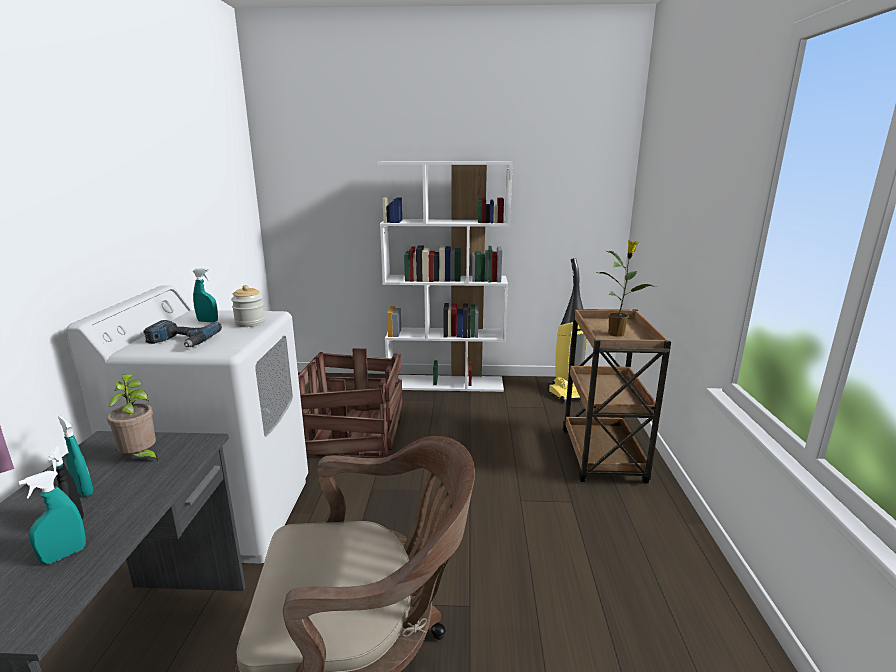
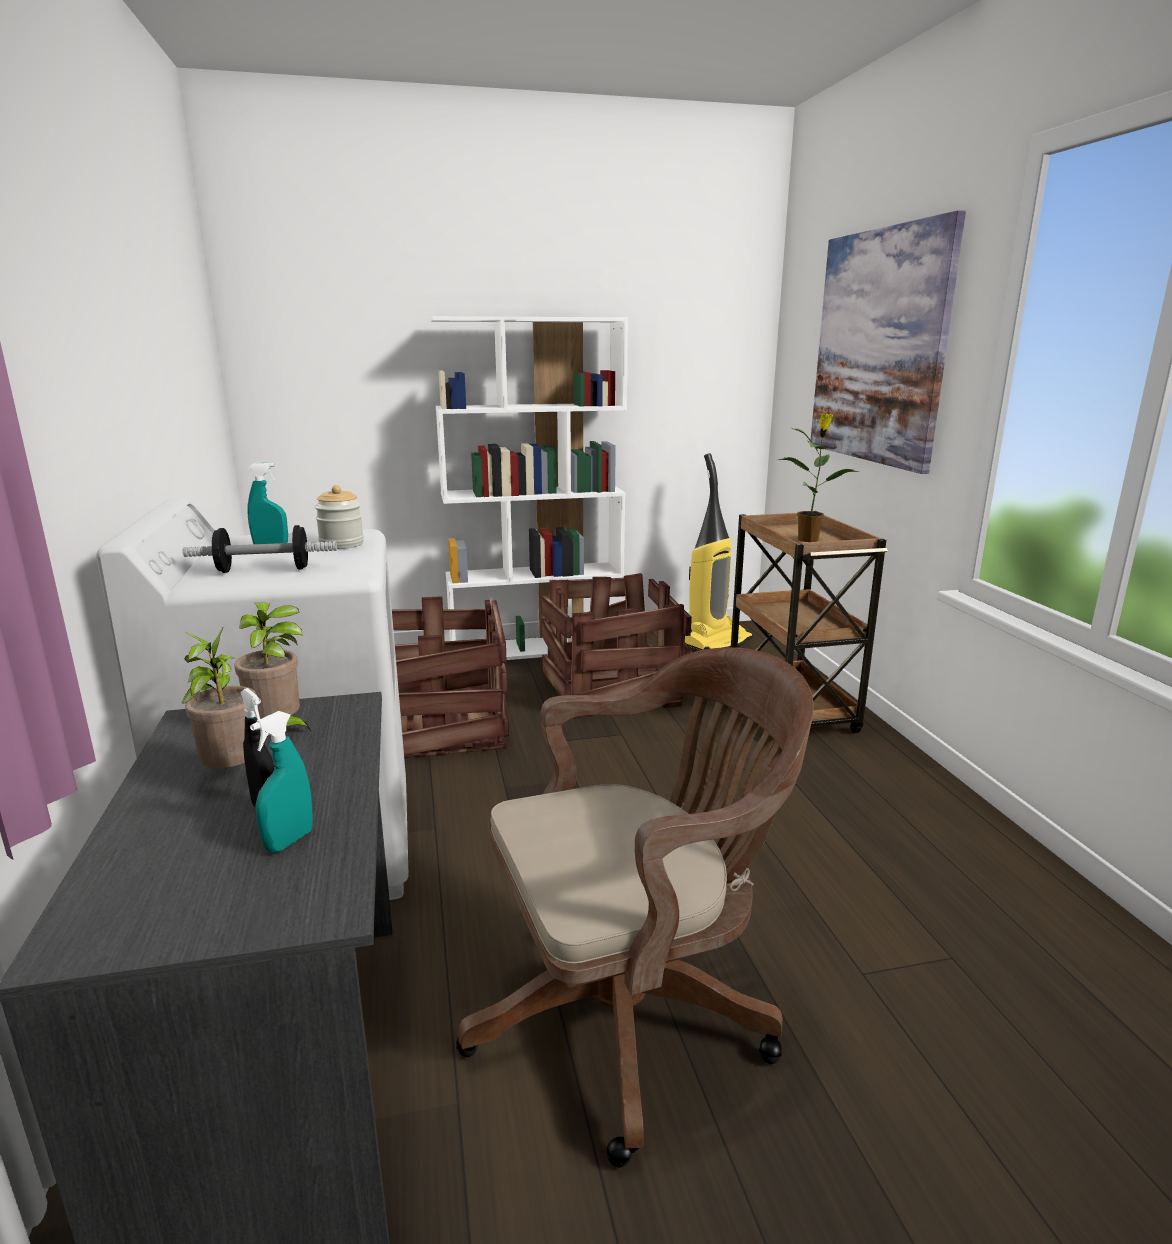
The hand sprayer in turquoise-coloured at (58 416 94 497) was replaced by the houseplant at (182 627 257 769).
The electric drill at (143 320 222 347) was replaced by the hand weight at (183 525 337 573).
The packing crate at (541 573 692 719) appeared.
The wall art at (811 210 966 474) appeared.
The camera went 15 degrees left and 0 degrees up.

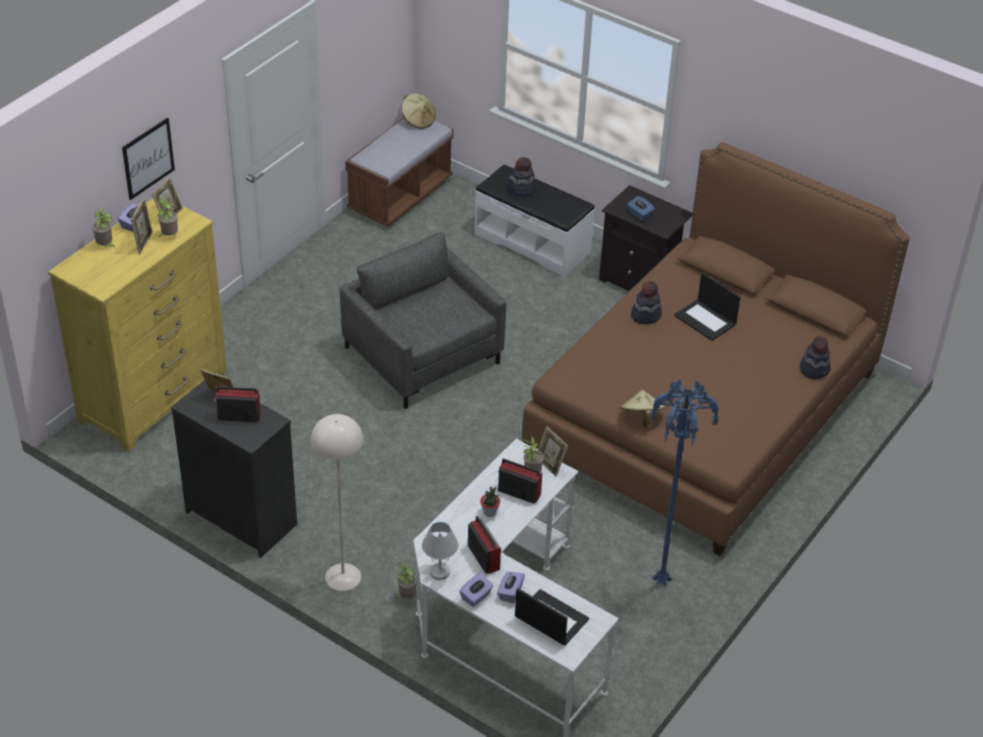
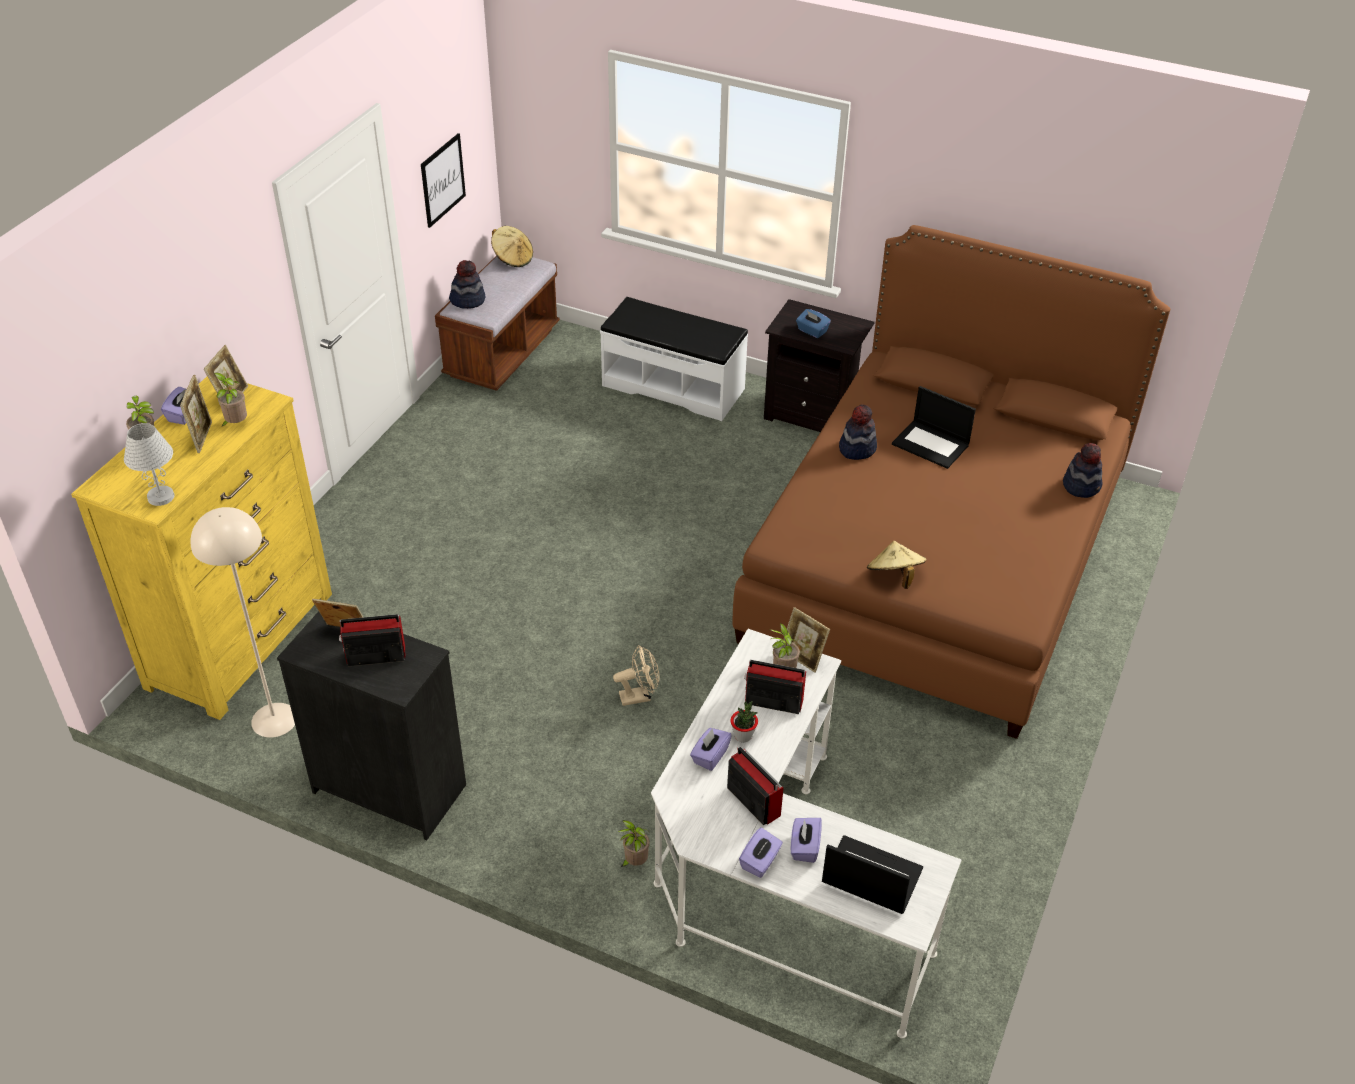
The wall art moved from (122 118 175 200) to (421 133 466 228).
The standing lamp in beige-coloured moved from (310 414 363 591) to (190 507 295 738).
The armchair in greyish at (339 232 506 409) disappeared.
The table lamp in whitish moved from (422 522 458 580) to (124 423 175 506).
The hat moved from (506 157 536 196) to (449 260 485 309).
The standing lamp in blue-coloured at (649 379 720 586) disappeared.
The cooling fan in beige-coloured at (613 645 660 706) appeared.
The box of tissues in purple-coloured at (690 728 732 771) appeared.
The camera went 10 degrees left and 0 degrees up.

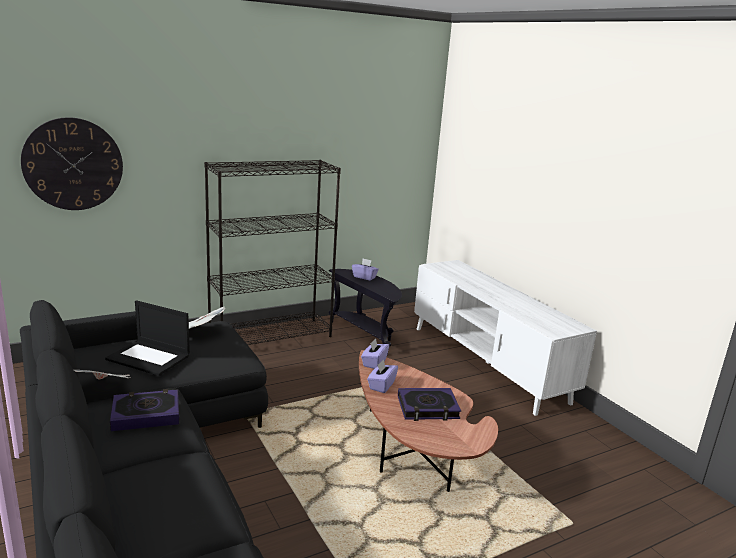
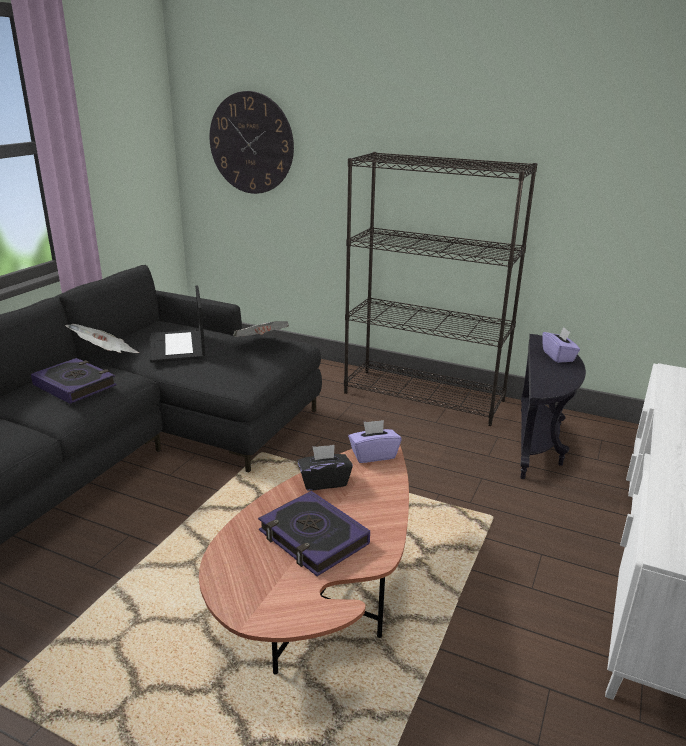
The box of tissues in purple-coloured at (367 359 398 393) became the box of tissues in black-coloured at (297 445 353 491).
The camera went 55 degrees right and 5 degrees up.

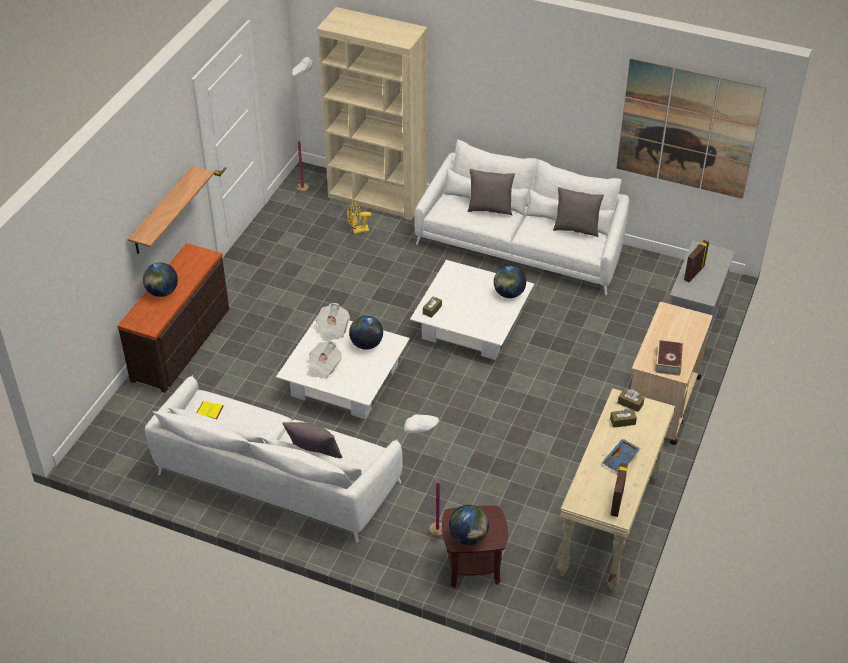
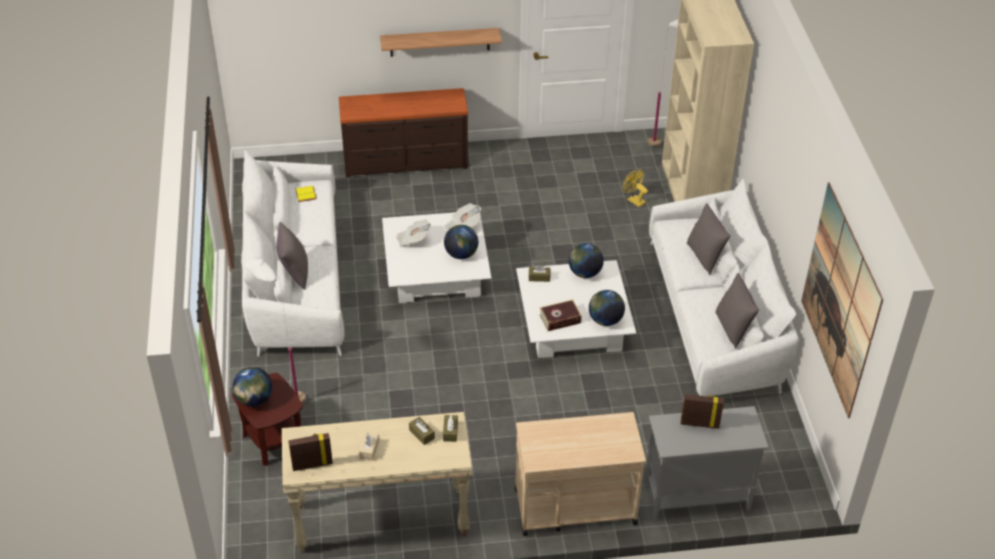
The world globe moved from (143 263 178 297) to (569 243 604 278).
The serving tray in blue-coloured at (602 438 640 472) was replaced by the box of tissues in beige-coloured at (359 432 379 461).
The book moved from (655 339 683 376) to (540 299 582 331).
The camera went 60 degrees right and 0 degrees up.

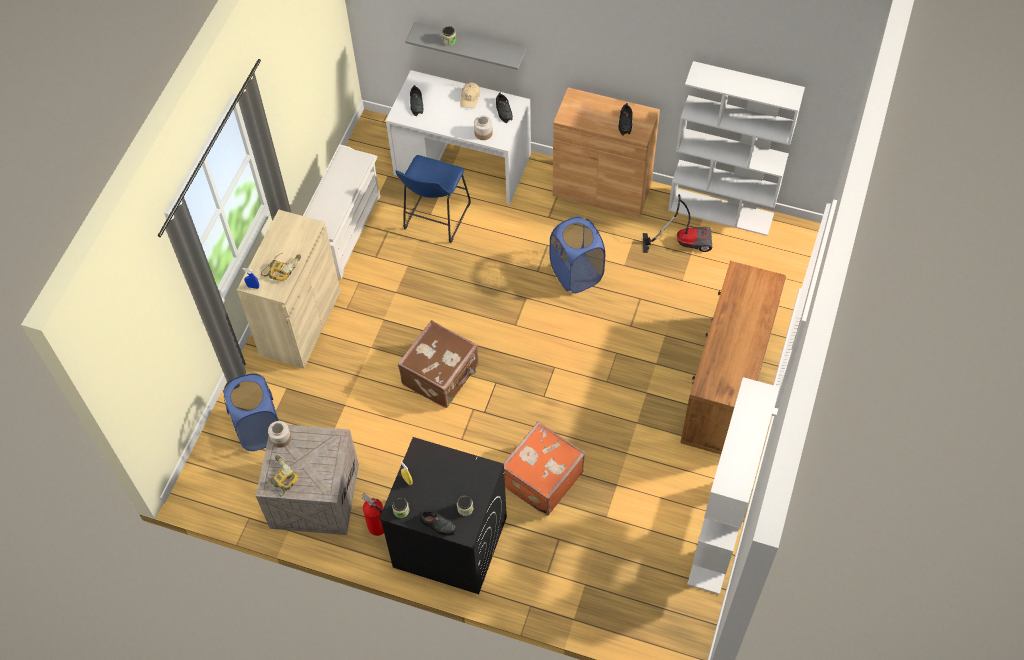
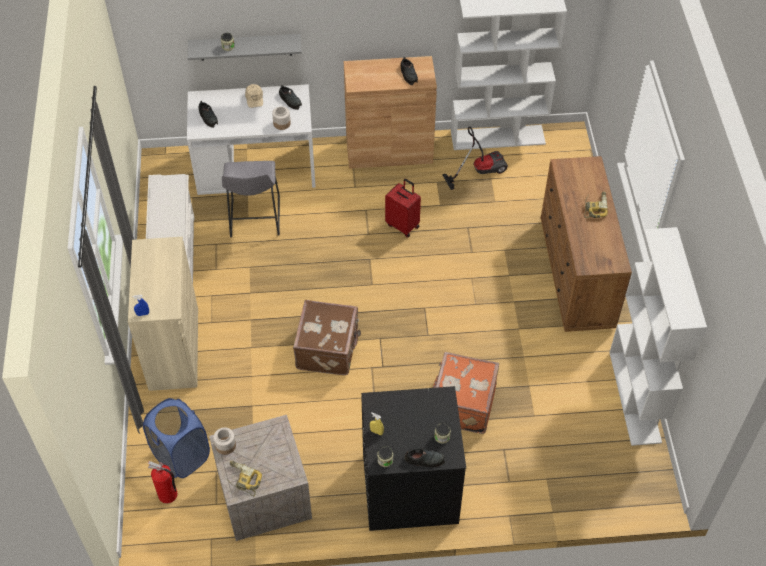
The electric drill moved from (261 253 301 281) to (584 191 608 218).
The extinguisher moved from (362 493 384 536) to (148 461 178 503).
The stool in blue-coloured at (395 155 471 243) became the stool in greyish at (222 161 280 237).
The washing basket in blue-coloured at (550 216 605 293) was replaced by the piece of luggage in reddish at (385 179 421 238).
The camera went 25 degrees left and 5 degrees down.

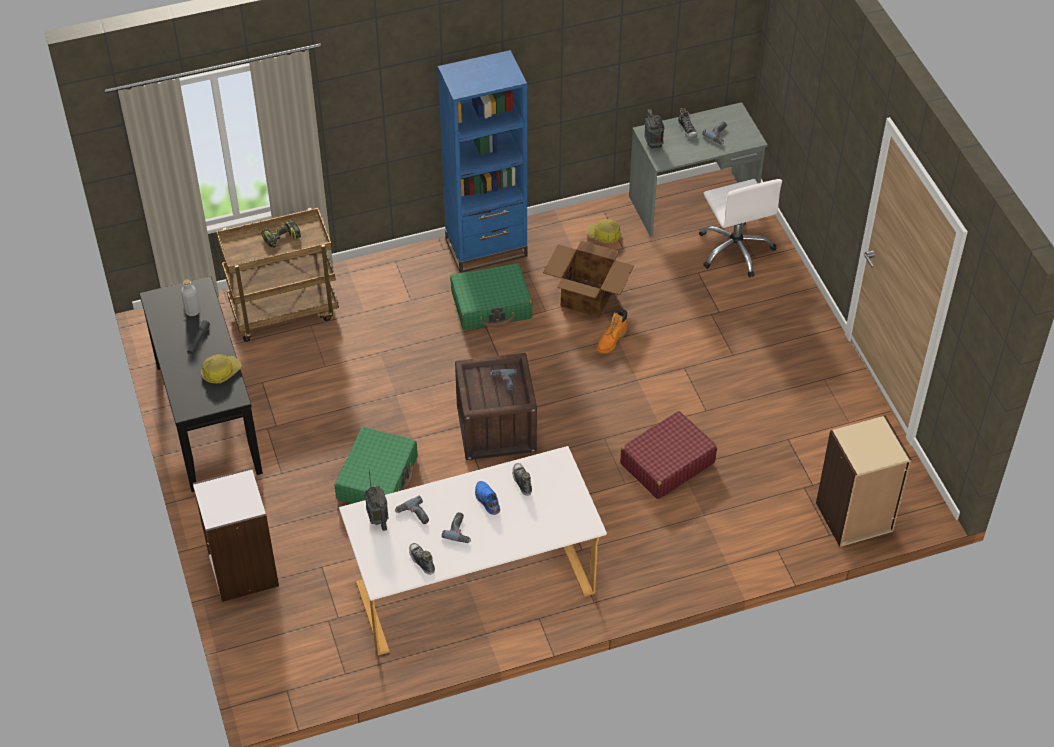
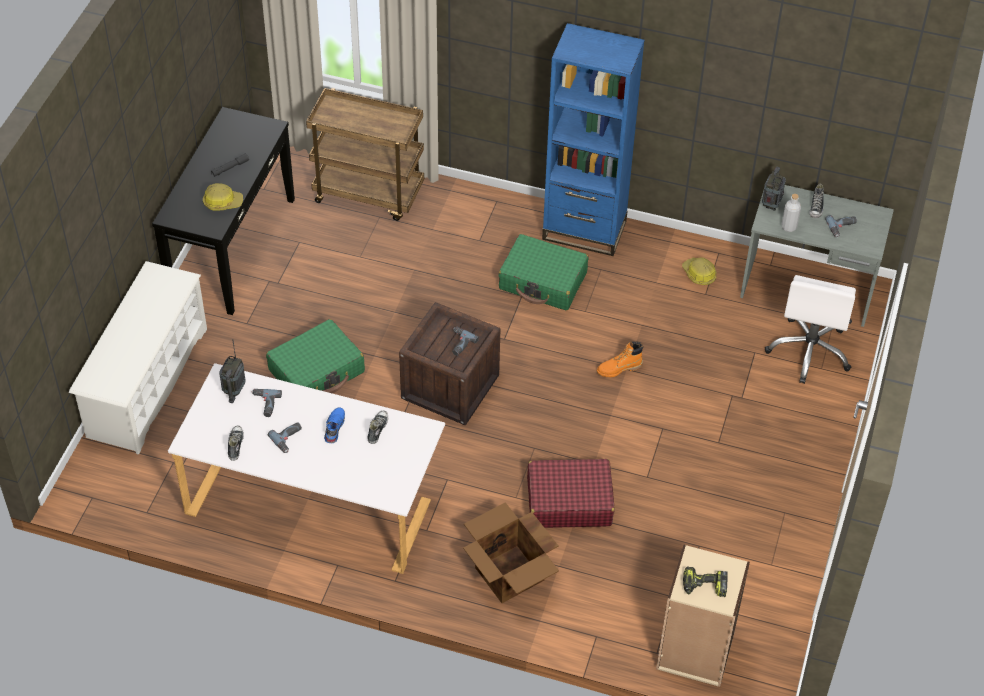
The drink bottle in greyish moved from (181 279 200 316) to (782 194 801 232).
The bookcase in whitish at (193 468 279 602) was replaced by the shoe shelf in whitish at (69 261 207 455).
The electric drill moved from (261 219 301 248) to (683 566 728 597).
The carton moved from (543 241 634 318) to (463 502 559 603).
The camera went 35 degrees right and 0 degrees up.

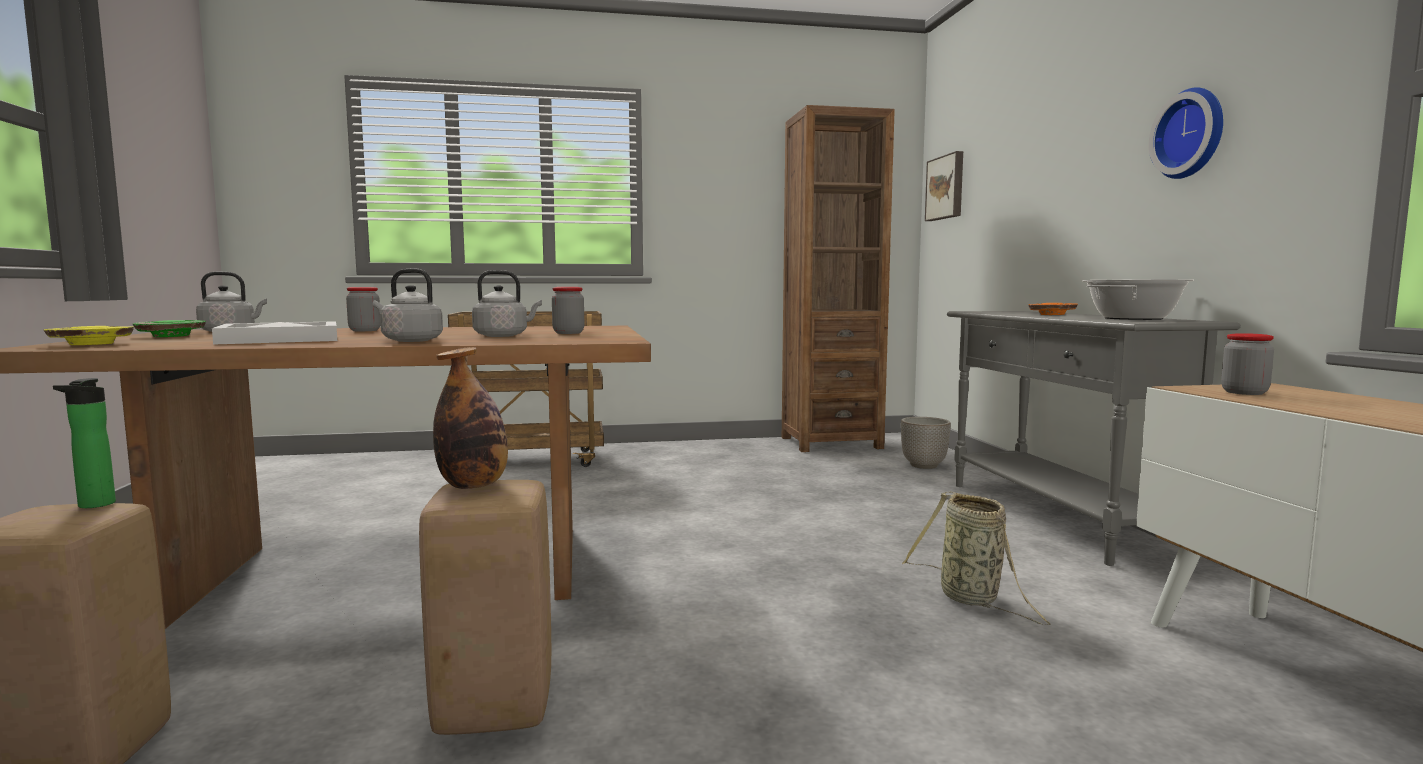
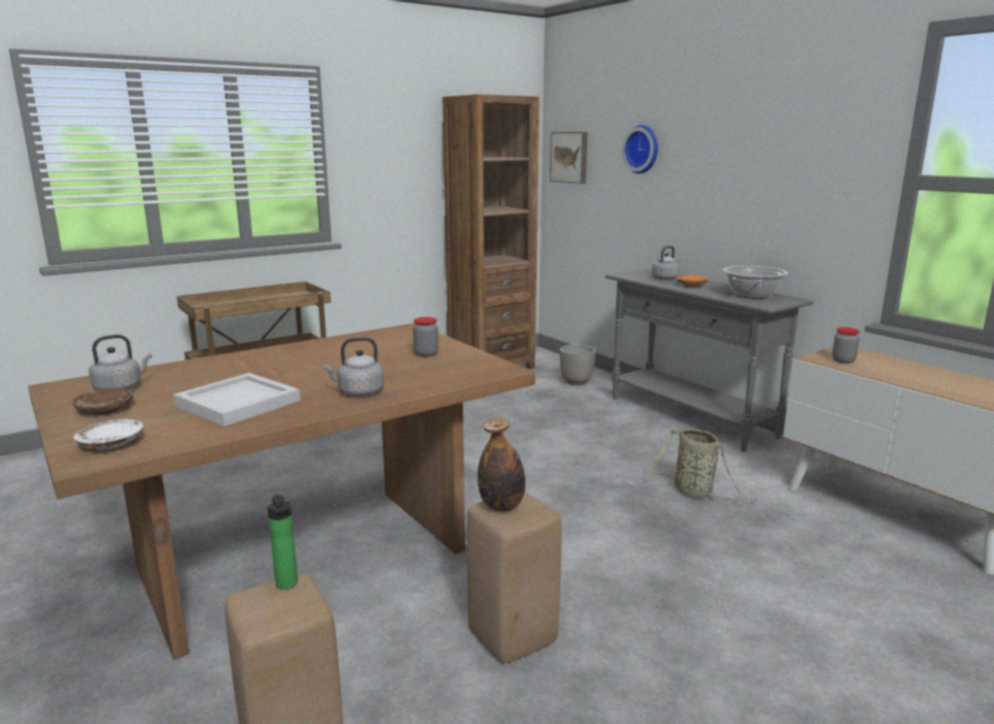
The flat dish in yellow-coloured at (44 326 134 345) became the flat dish in whitish at (74 419 143 450).
The flat dish in green at (133 320 206 337) became the flat dish in brown-coloured at (72 388 134 414).
The storage jar at (346 287 381 331) disappeared.
The tea kettle in greyish moved from (472 270 542 337) to (652 246 681 280).
The hanging clock moved from (1149 87 1223 179) to (622 125 658 174).
The camera went 25 degrees left and 10 degrees up.

